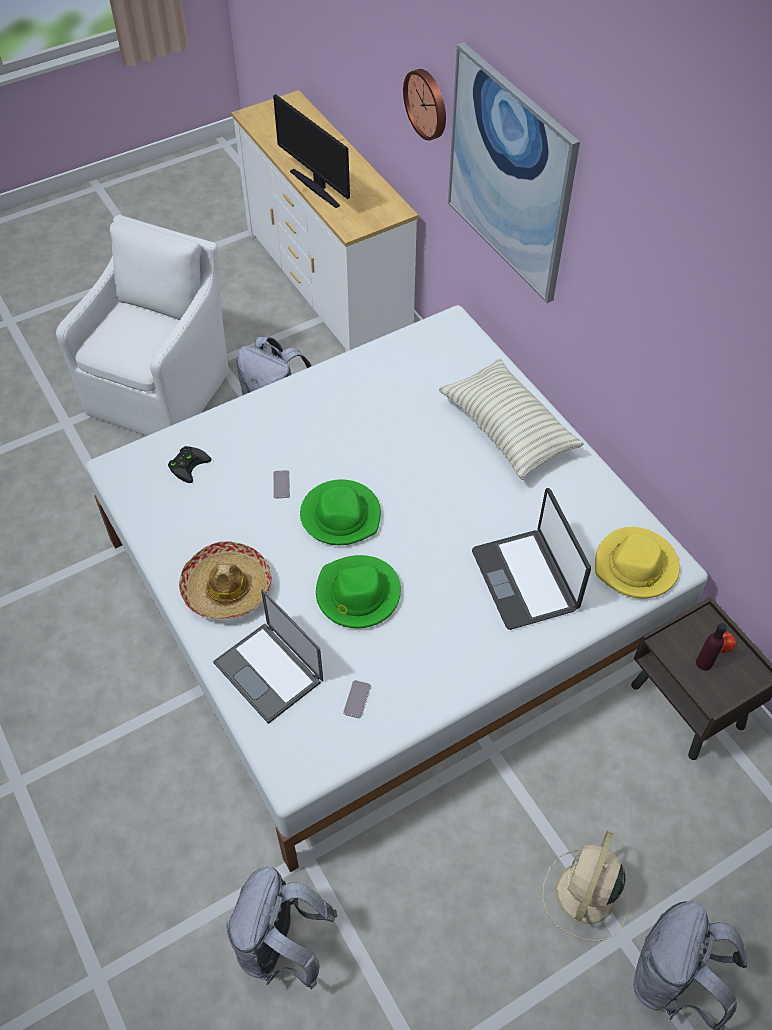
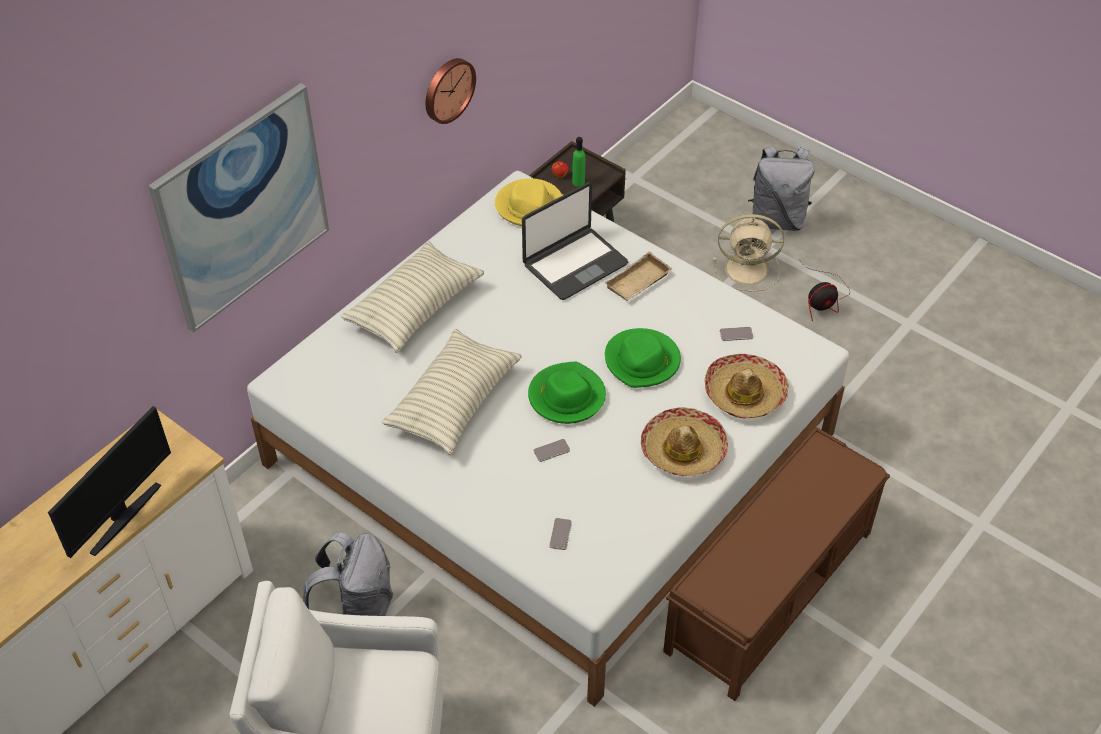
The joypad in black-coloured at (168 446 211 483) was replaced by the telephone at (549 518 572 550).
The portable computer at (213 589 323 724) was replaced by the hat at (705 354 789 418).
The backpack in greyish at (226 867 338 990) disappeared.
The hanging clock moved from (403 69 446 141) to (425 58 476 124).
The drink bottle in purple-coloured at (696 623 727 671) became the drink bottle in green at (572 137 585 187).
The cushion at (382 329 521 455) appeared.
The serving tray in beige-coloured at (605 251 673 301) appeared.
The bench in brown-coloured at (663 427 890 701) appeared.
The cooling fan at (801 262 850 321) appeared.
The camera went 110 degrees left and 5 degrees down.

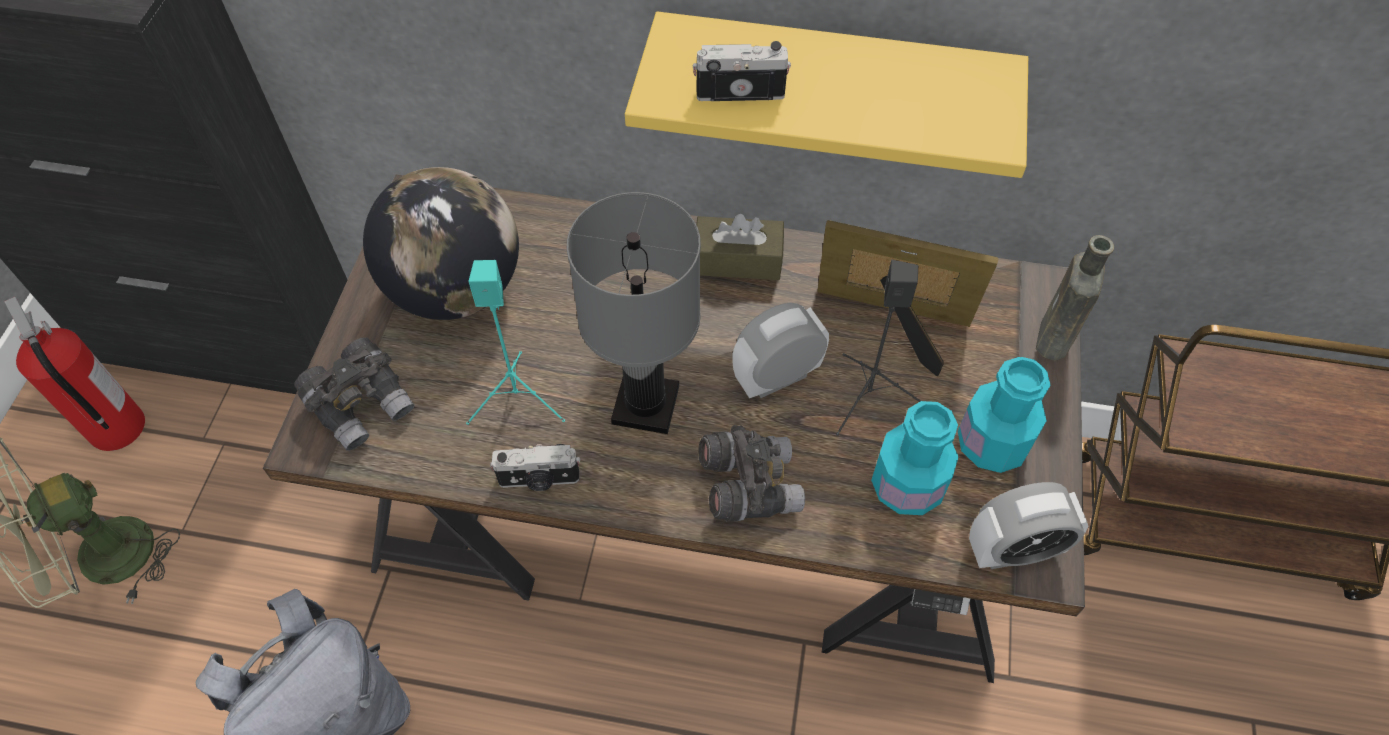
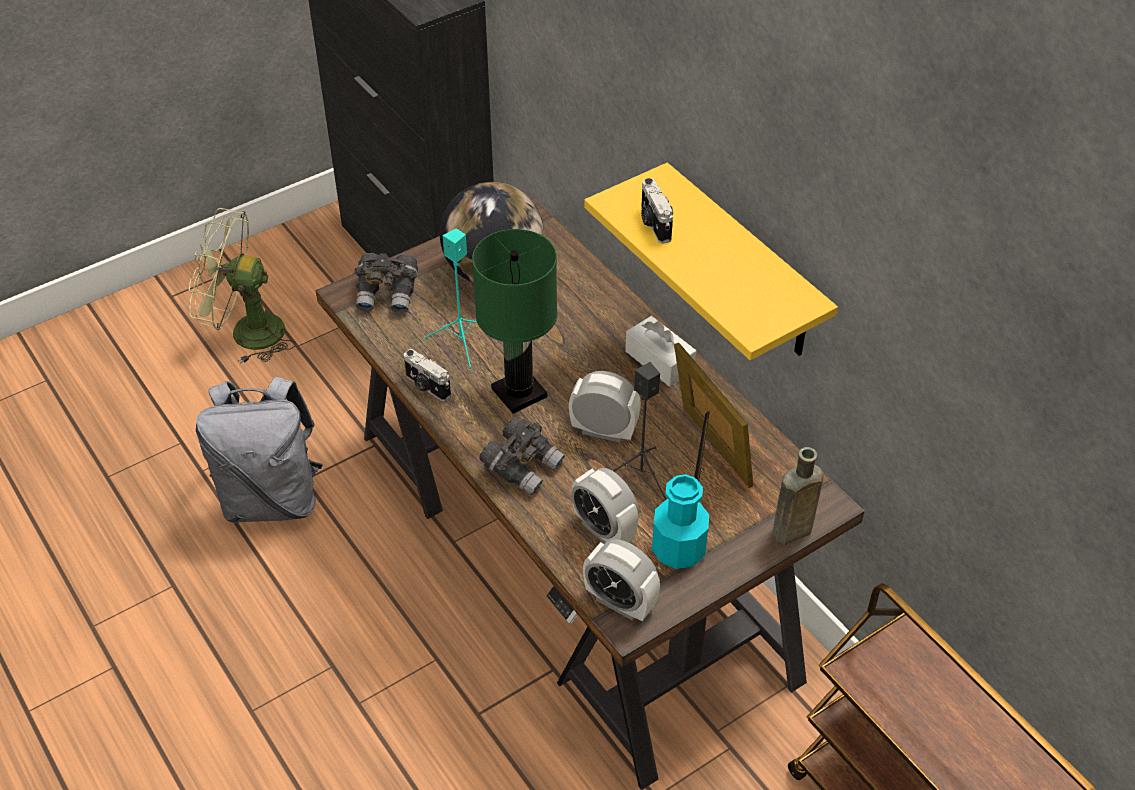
The extinguisher at (4 297 145 451) disappeared.
The table lamp in greyish at (567 192 701 434) became the table lamp in green at (472 229 557 414).
The still camera at (693 41 791 101) turned 150 degrees counterclockwise.
The box of tissues in brown-coloured at (696 214 784 280) became the box of tissues in whitish at (625 316 697 387).
The drink bottle in turquoise-coloured at (871 401 958 515) was replaced by the table clock at (572 468 639 544).
The camera went 45 degrees right and 10 degrees down.

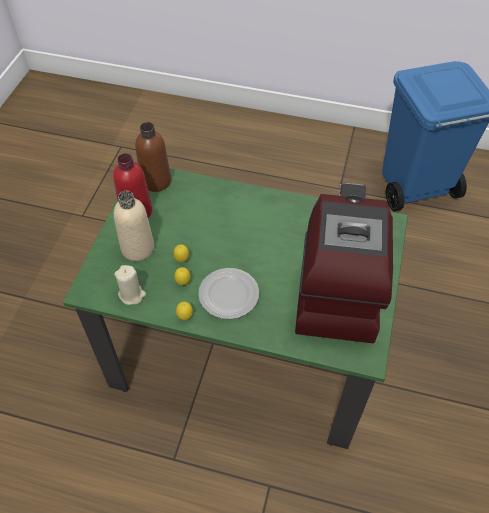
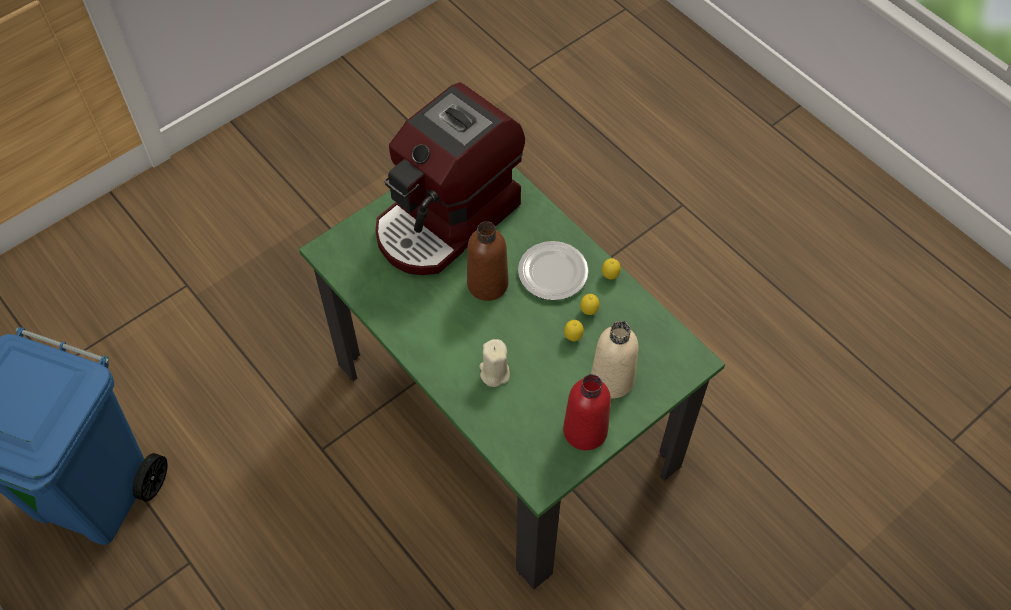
The wax candle in beige-coloured moved from (114 265 146 305) to (479 339 510 387).
The drink bottle in brown-coloured moved from (135 122 171 192) to (467 221 508 301).
The camera went 145 degrees left and 5 degrees up.

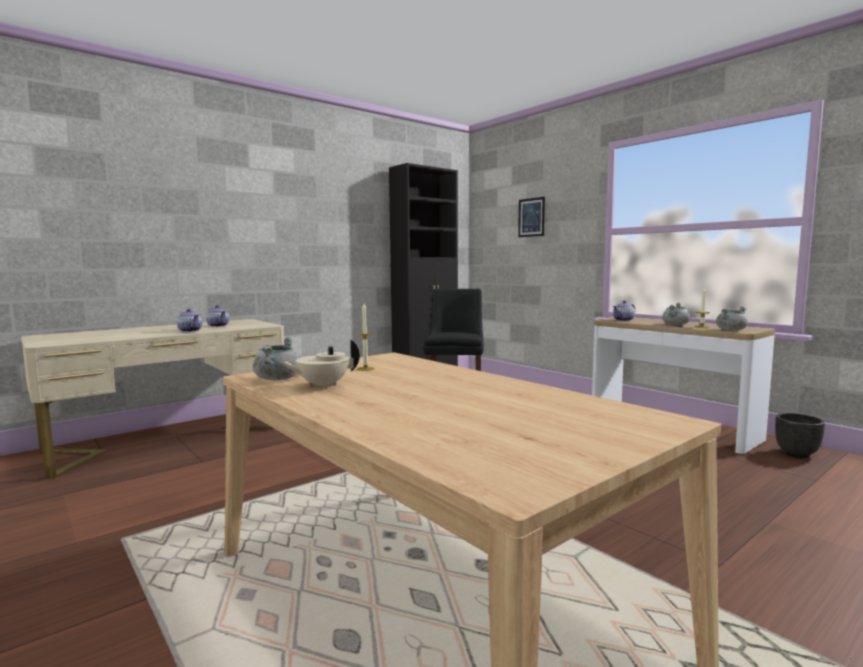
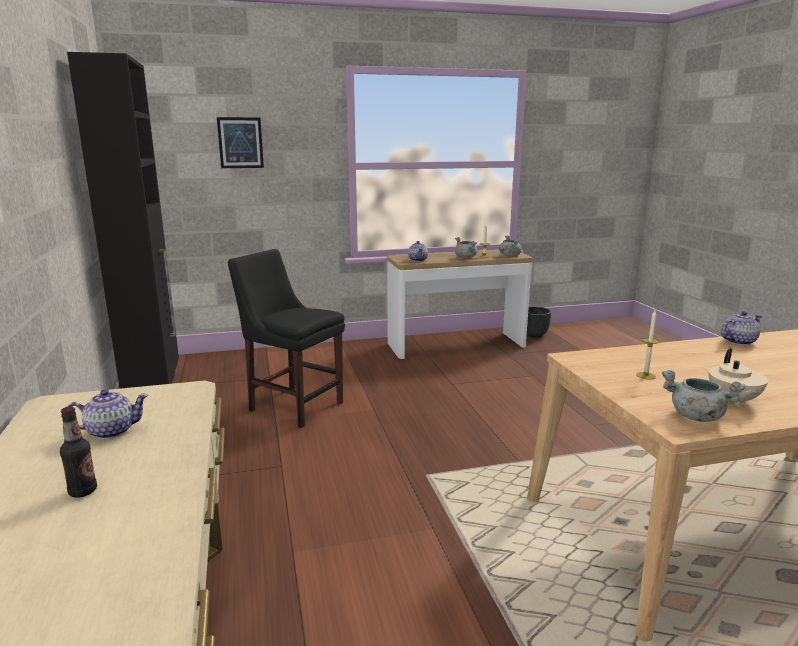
The tea pot moved from (177 309 202 332) to (721 311 762 345).
The drink bottle at (60 406 97 498) appeared.
The camera went 65 degrees left and 10 degrees up.

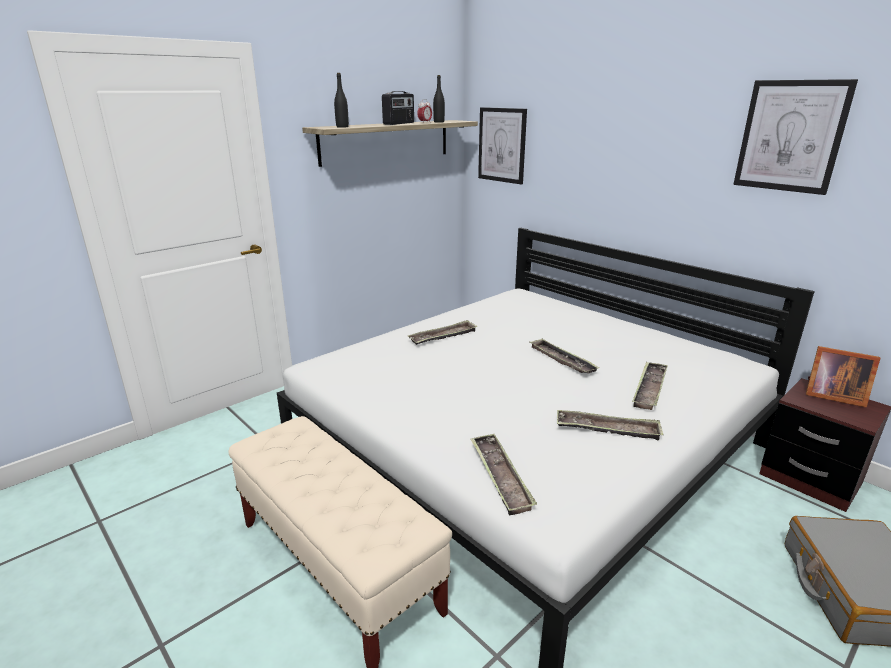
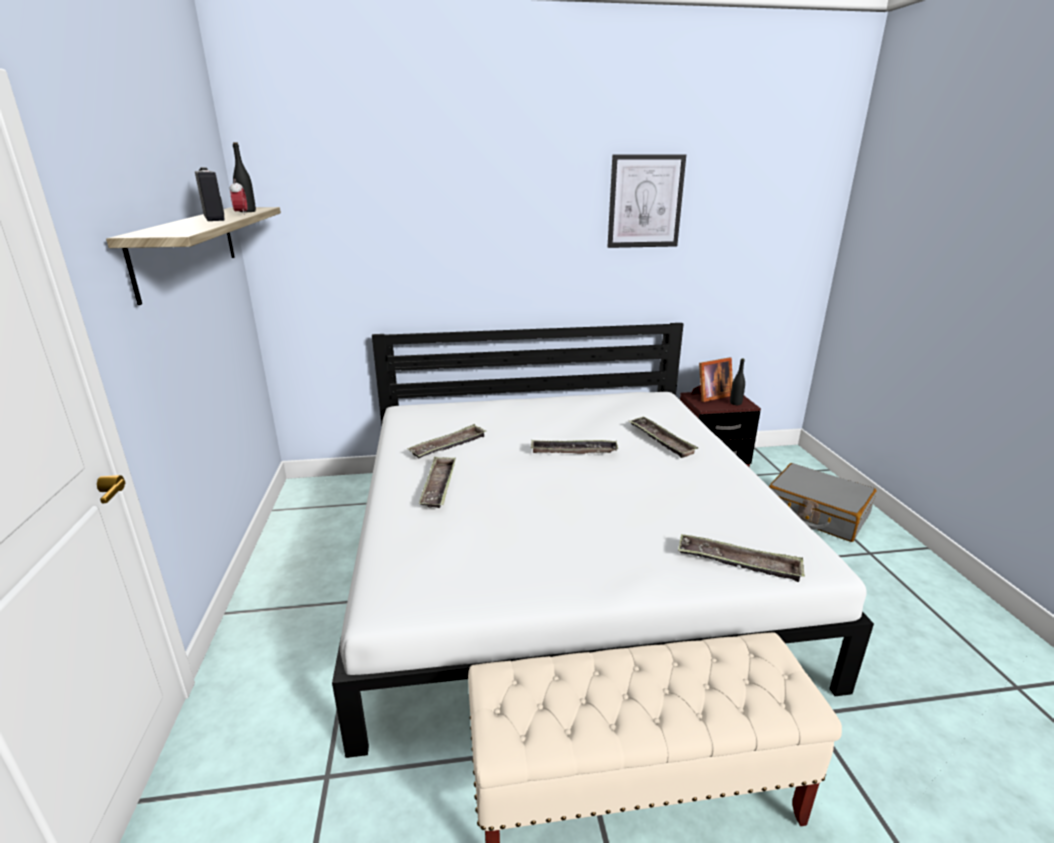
The drink bottle in black-coloured moved from (334 73 349 128) to (730 358 745 405).
The wall art at (478 107 527 184) disappeared.
The serving tray moved from (557 410 664 440) to (408 424 486 458).
The camera went 55 degrees left and 0 degrees up.

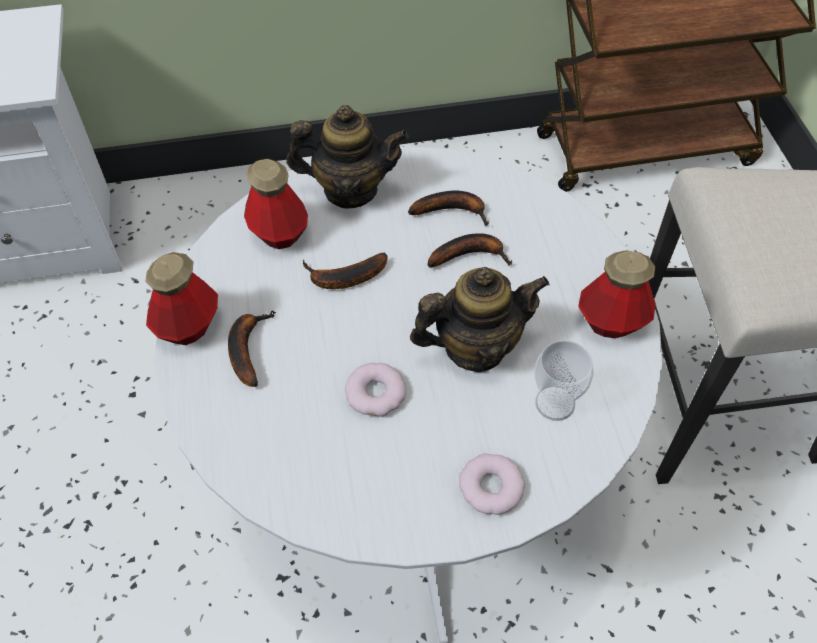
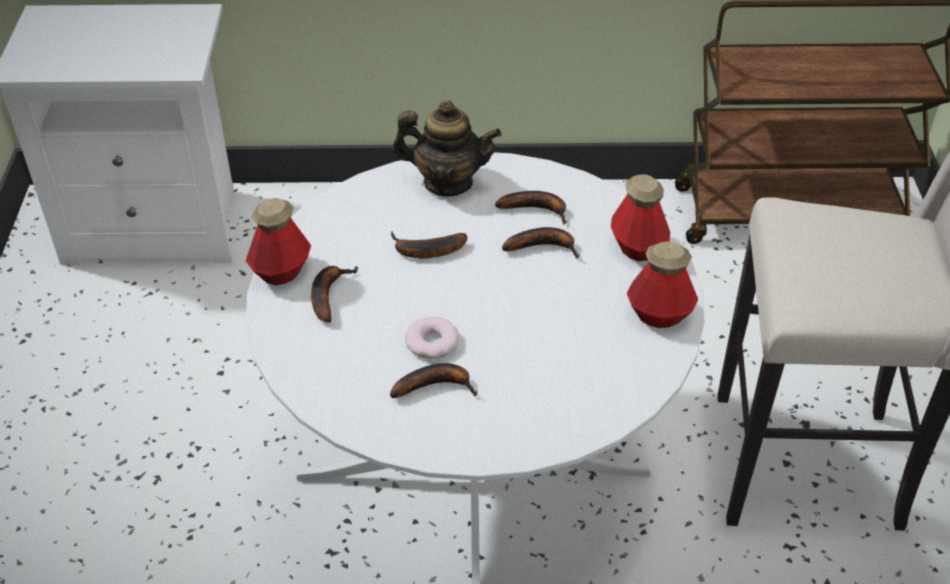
The drink bottle moved from (244 159 308 249) to (611 174 670 261).
The tea pot at (410 267 549 372) disappeared.
The donut at (459 454 525 515) disappeared.
The small cup at (534 340 593 421) disappeared.
The whole banana at (390 363 478 398) appeared.
The camera went 10 degrees right and 10 degrees down.

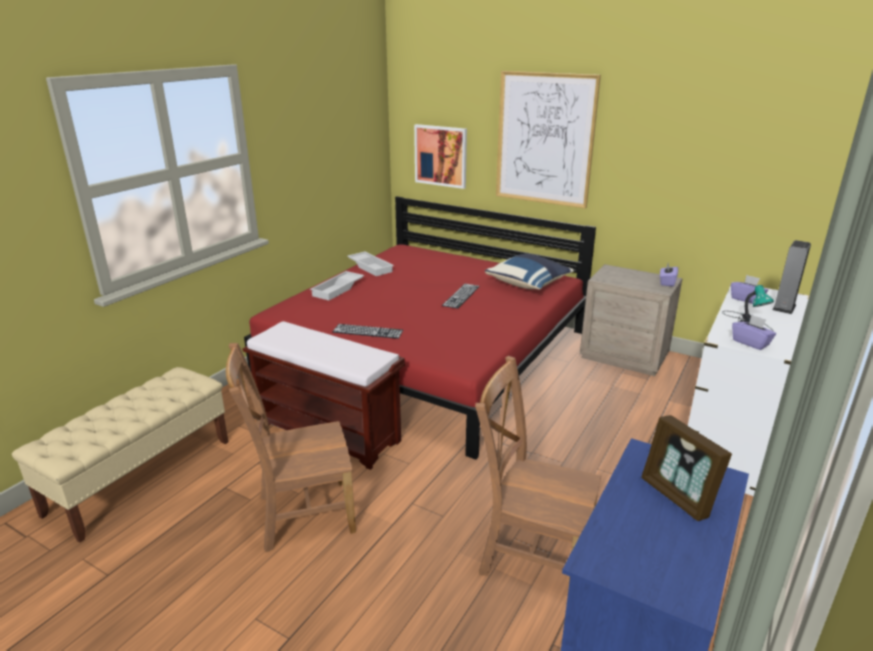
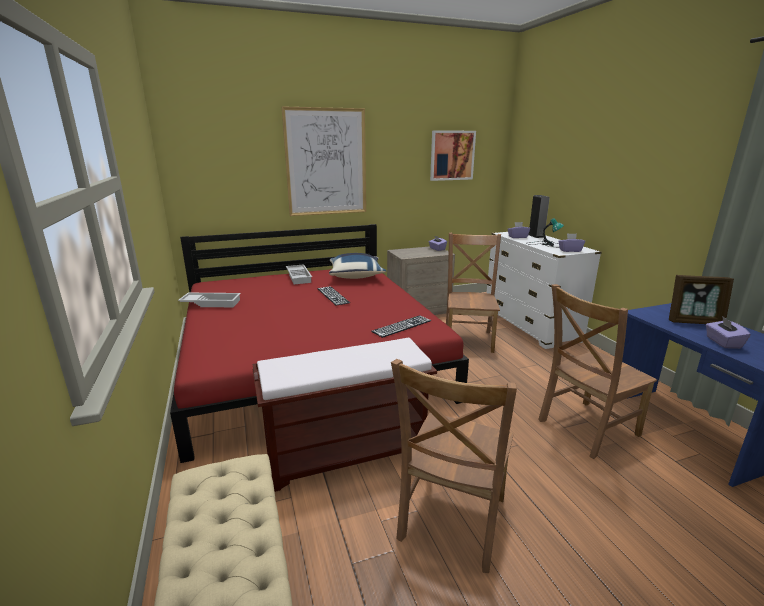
The serving tray in whitish moved from (310 271 364 300) to (286 264 312 284).
The PC keyboard moved from (332 324 403 339) to (371 315 431 338).
The wall art moved from (414 124 467 189) to (430 130 476 181).
The upright chair in brown-coloured at (446 233 501 353) appeared.
The box of tissues in purple-coloured at (706 316 751 349) appeared.
The camera went 50 degrees left and 5 degrees down.

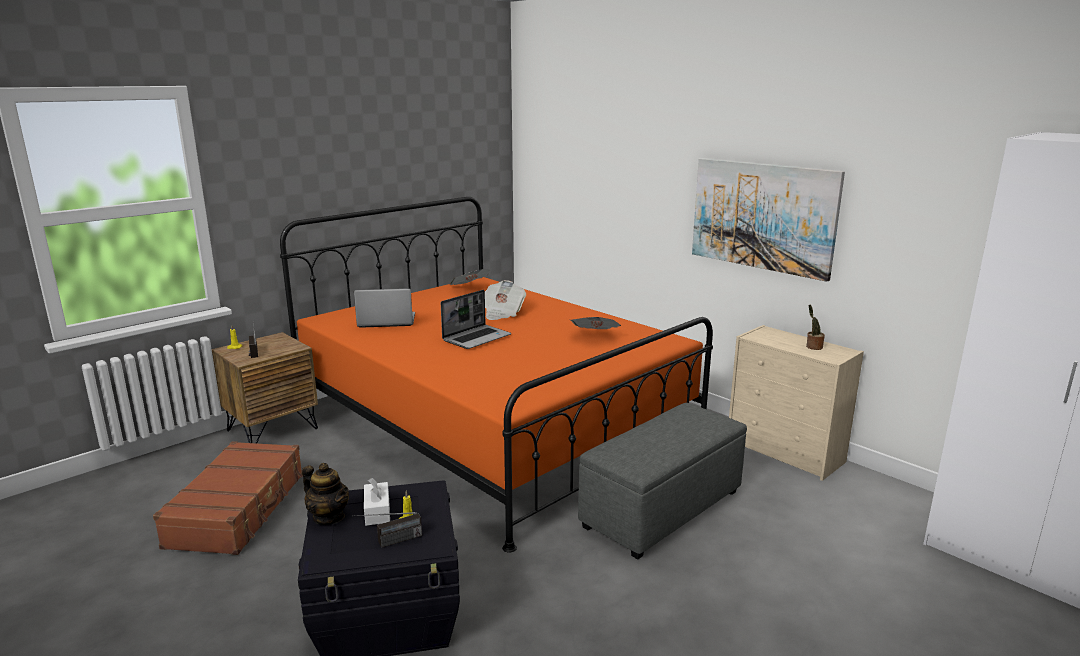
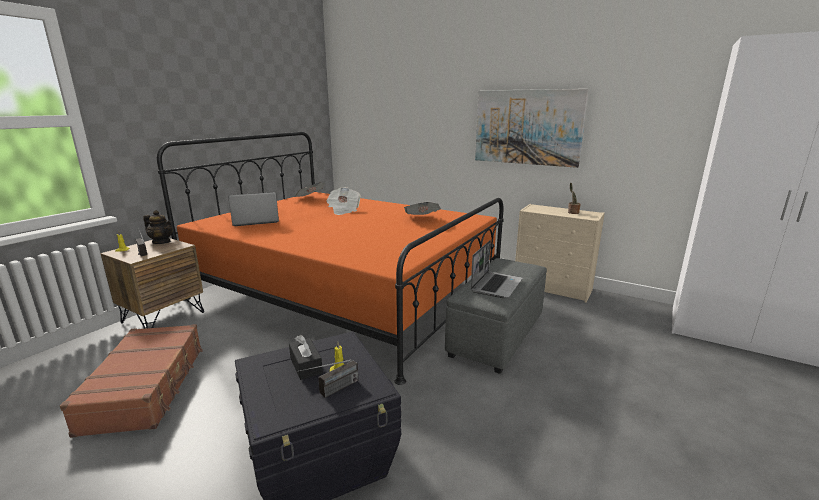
The tea pot moved from (302 463 349 525) to (143 210 173 244).
The box of tissues in whitish at (364 478 390 526) became the box of tissues in black-coloured at (289 335 323 380).
The portable computer moved from (441 290 511 349) to (471 240 523 298).
The camera went 15 degrees left and 0 degrees up.

